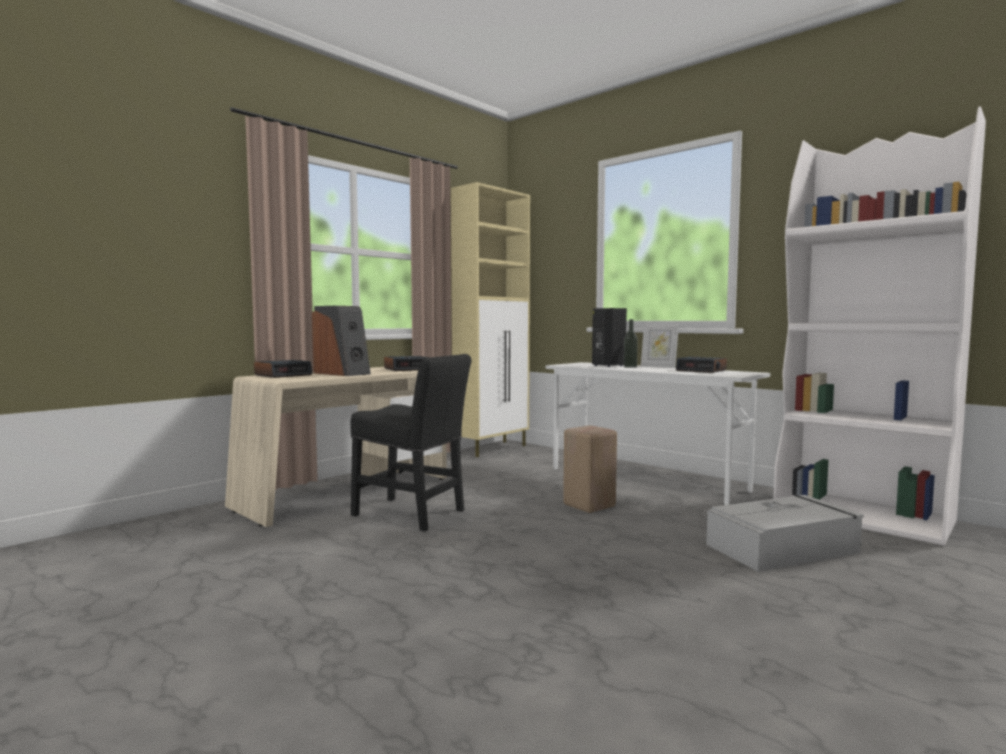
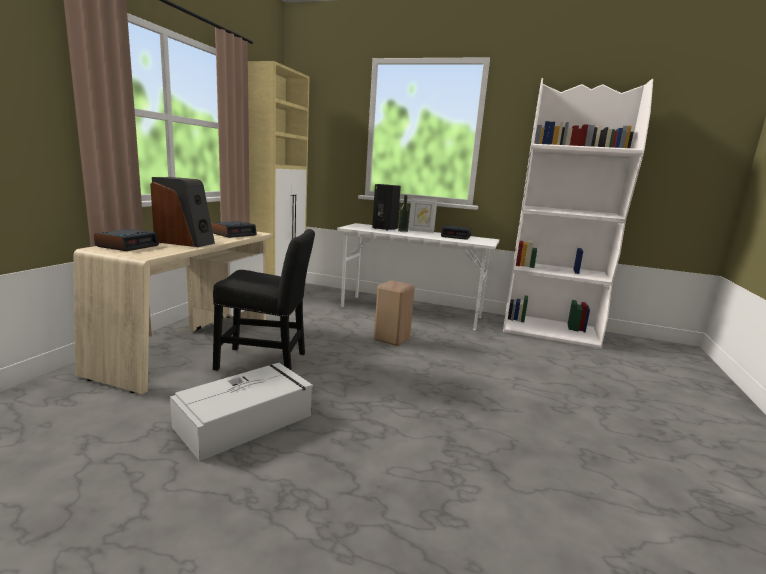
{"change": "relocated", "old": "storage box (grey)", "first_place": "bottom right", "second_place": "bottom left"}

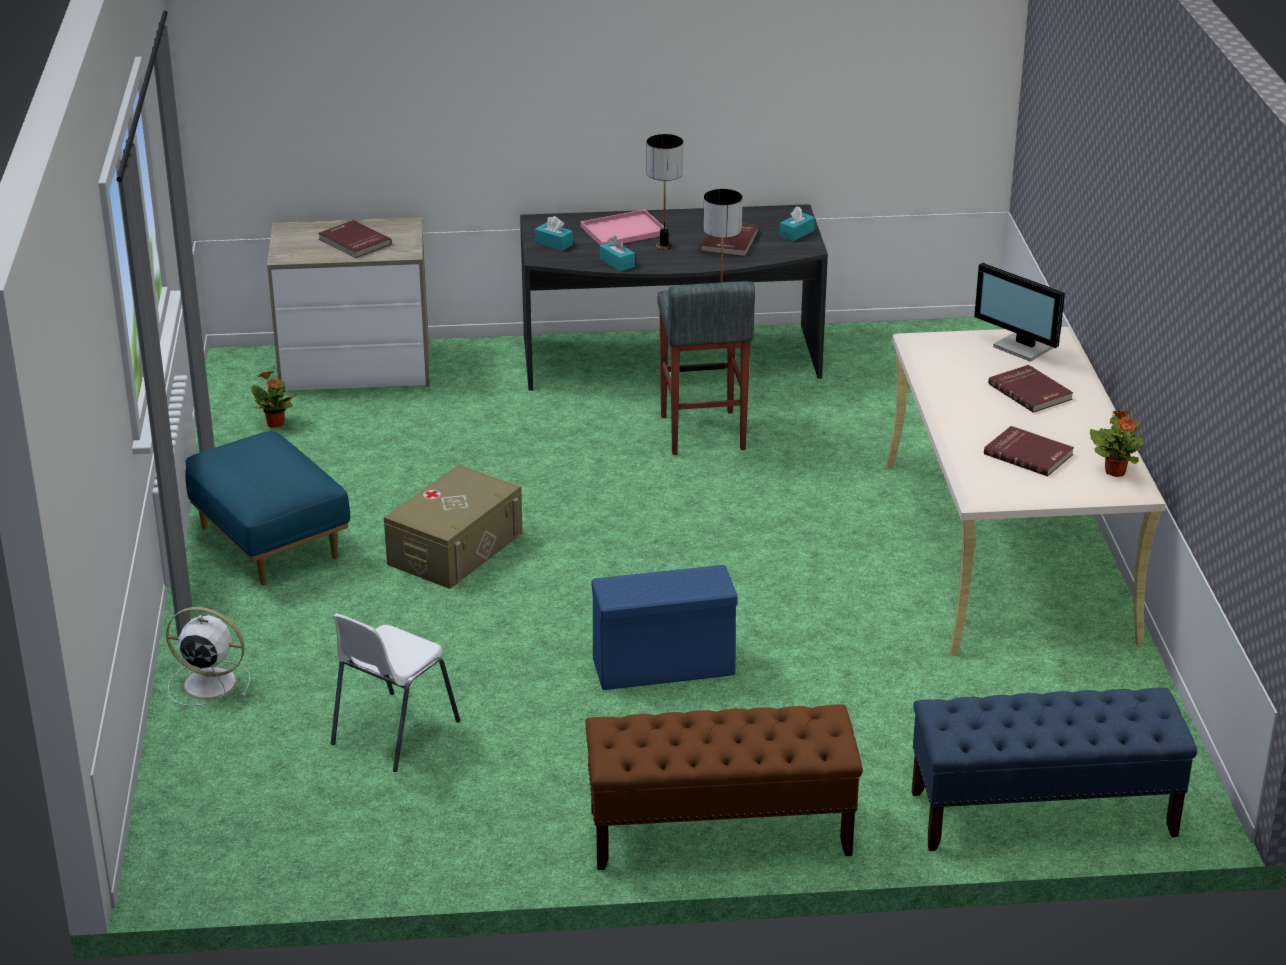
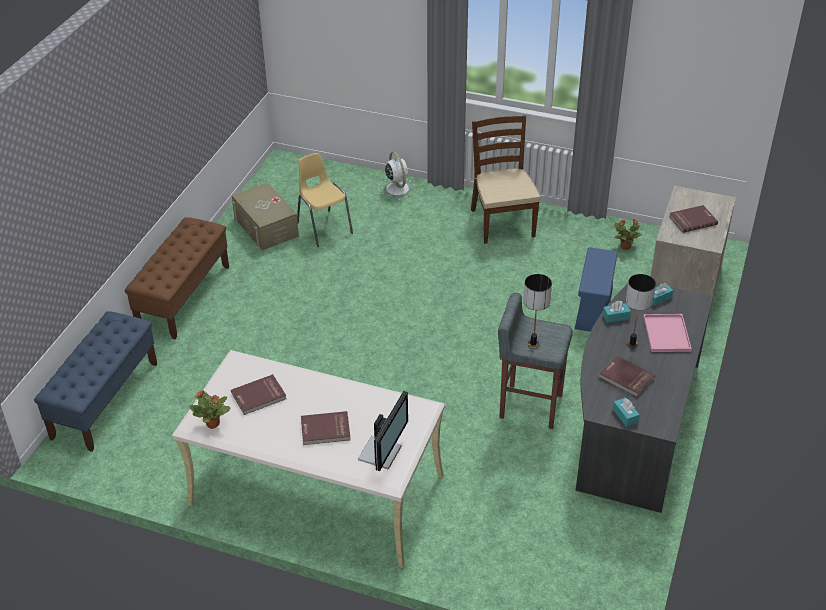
{"change": "spun", "old": "fan (white)", "first_place": "bottom left", "second_place": "top centre", "degrees": -60}
{"change": "exchanged", "old": "ottoman (blue)", "new": "chair (brown)", "first_place": "middle left", "second_place": "top centre"}
{"change": "colour", "old": "chair (white)", "new": "chair (yellow)", "first_place": "bottom left", "second_place": "top centre"}
{"change": "relocated", "old": "storage box (beige)", "first_place": "centre", "second_place": "middle left"}
{"change": "relocated", "old": "storage box (blue)", "first_place": "centre", "second_place": "middle right"}
{"change": "spun", "old": "monitor", "first_place": "top right", "second_place": "bottom centre", "degrees": 135}

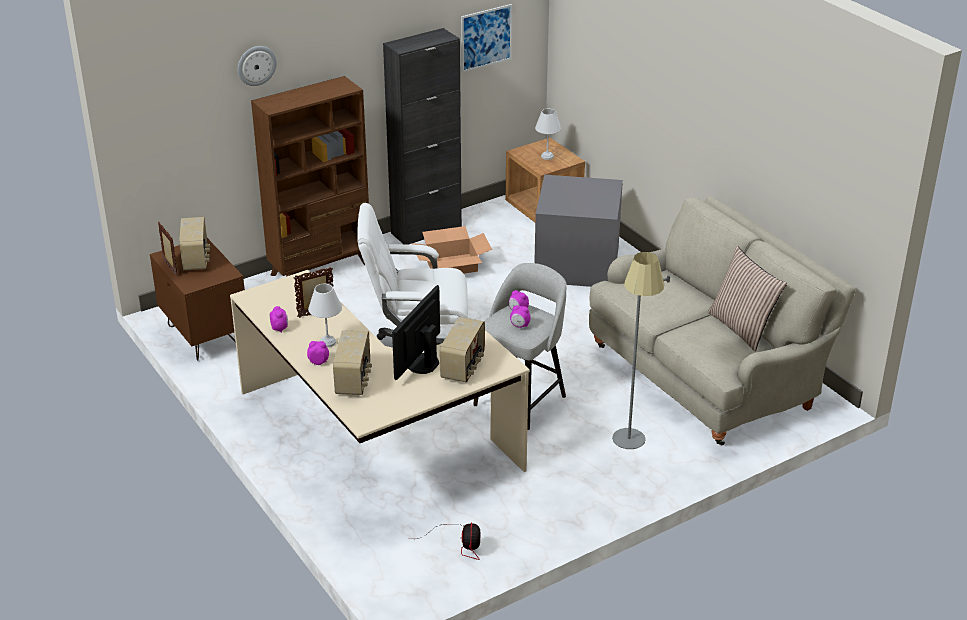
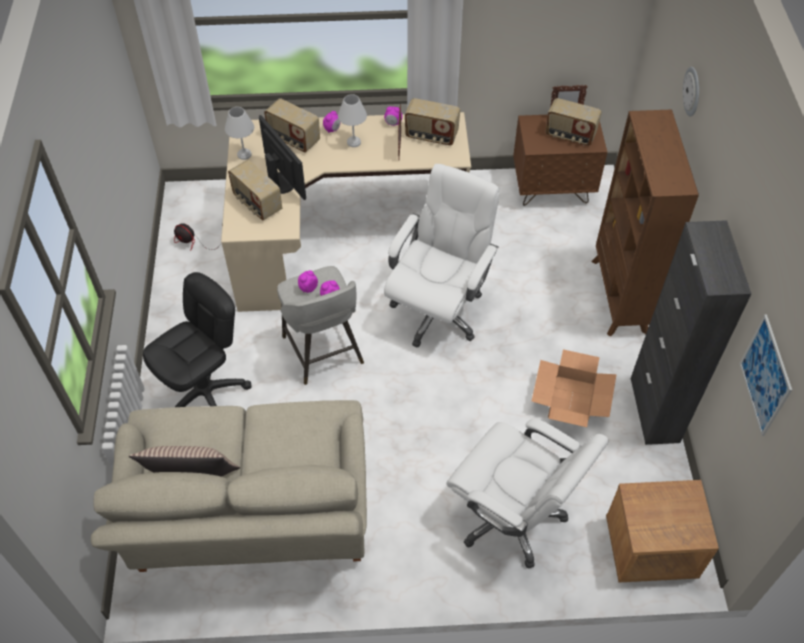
{"change": "exchanged", "old": "storage box (grey)", "new": "office chair (white) (no. 2 from left)", "first_place": "centre", "second_place": "bottom centre"}
{"change": "relocated", "old": "table lamp (white) (no. 2 from left in the first image)", "new": "table lamp (white) (no. 1 from left)", "first_place": "top centre", "second_place": "top left"}
{"change": "exchanged", "old": "floor lamp (grey)", "new": "office chair (black)", "first_place": "centre", "second_place": "middle left"}
{"change": "appeared", "new": "radio (no. 3 from left)", "second_place": "top centre"}

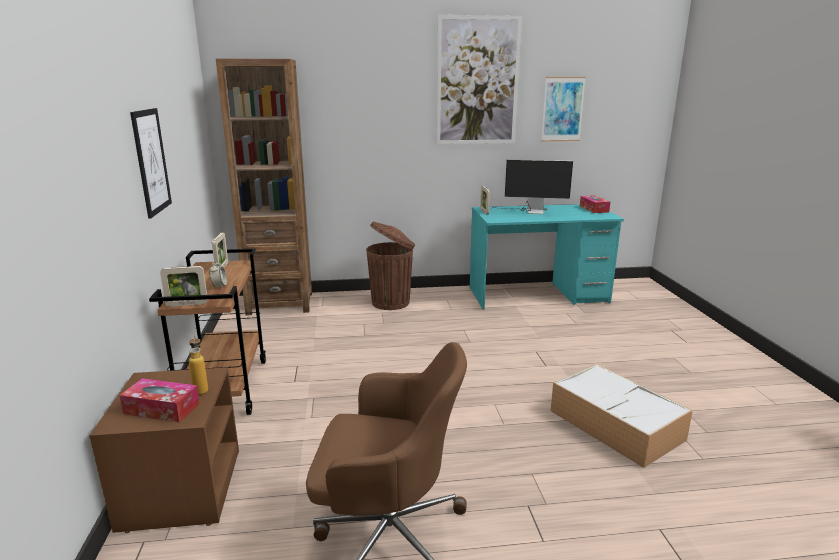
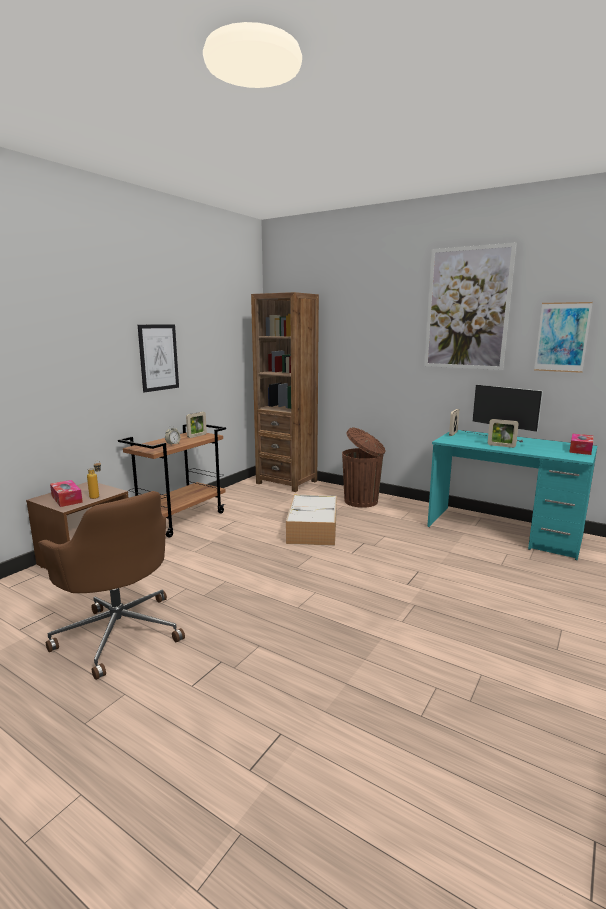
{"change": "relocated", "old": "picture frame (no. 1 from left in the first image)", "new": "picture frame (no. 3 from left)", "first_place": "middle left", "second_place": "middle right"}
{"change": "relocated", "old": "storage box", "first_place": "bottom right", "second_place": "centre"}

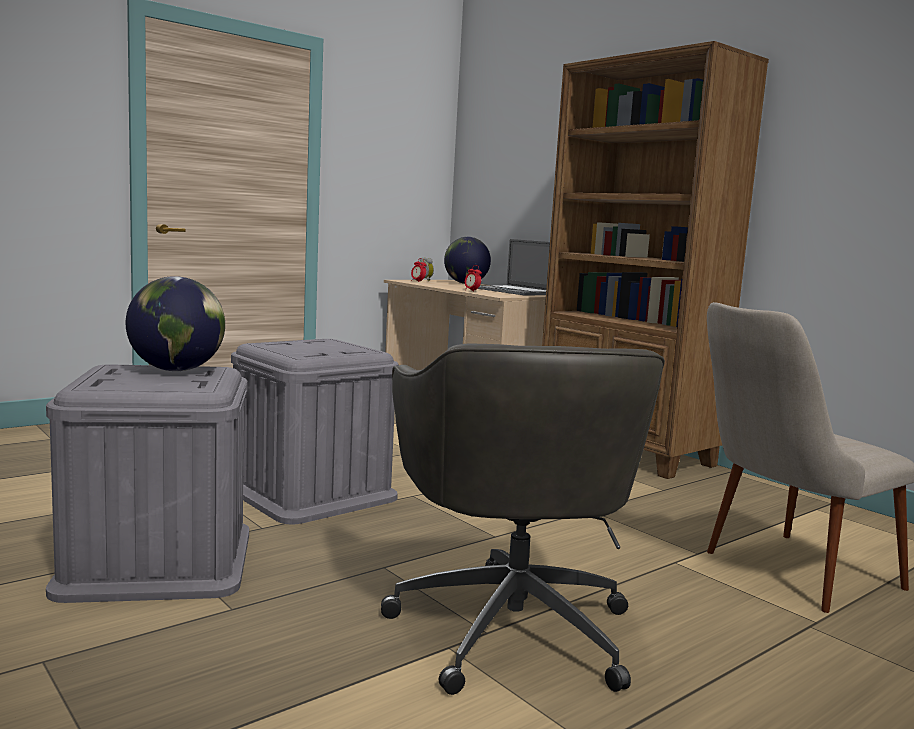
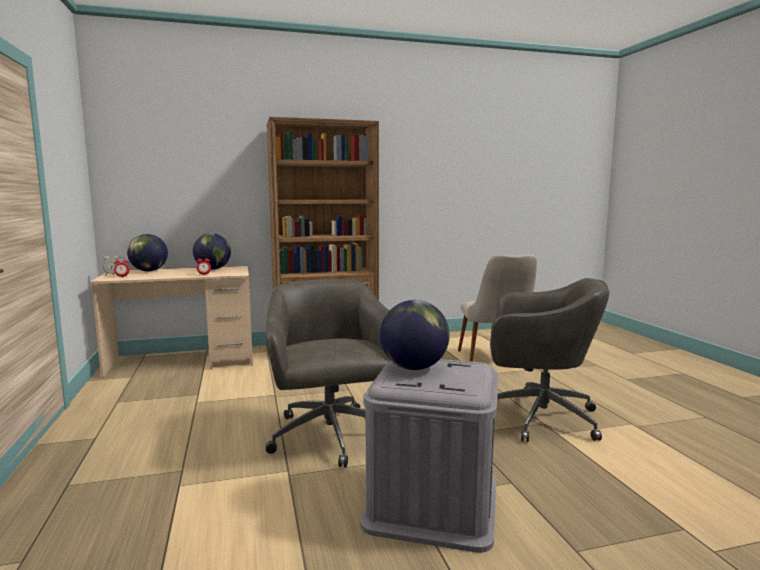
{"change": "exchanged", "old": "storage box (grey) (no. 2 from left)", "new": "office chair (grey) (no. 1 from left)", "first_place": "centre", "second_place": "centre"}
{"change": "exchanged", "old": "laptop", "new": "globe (no. 2 from left)", "first_place": "centre", "second_place": "middle left"}

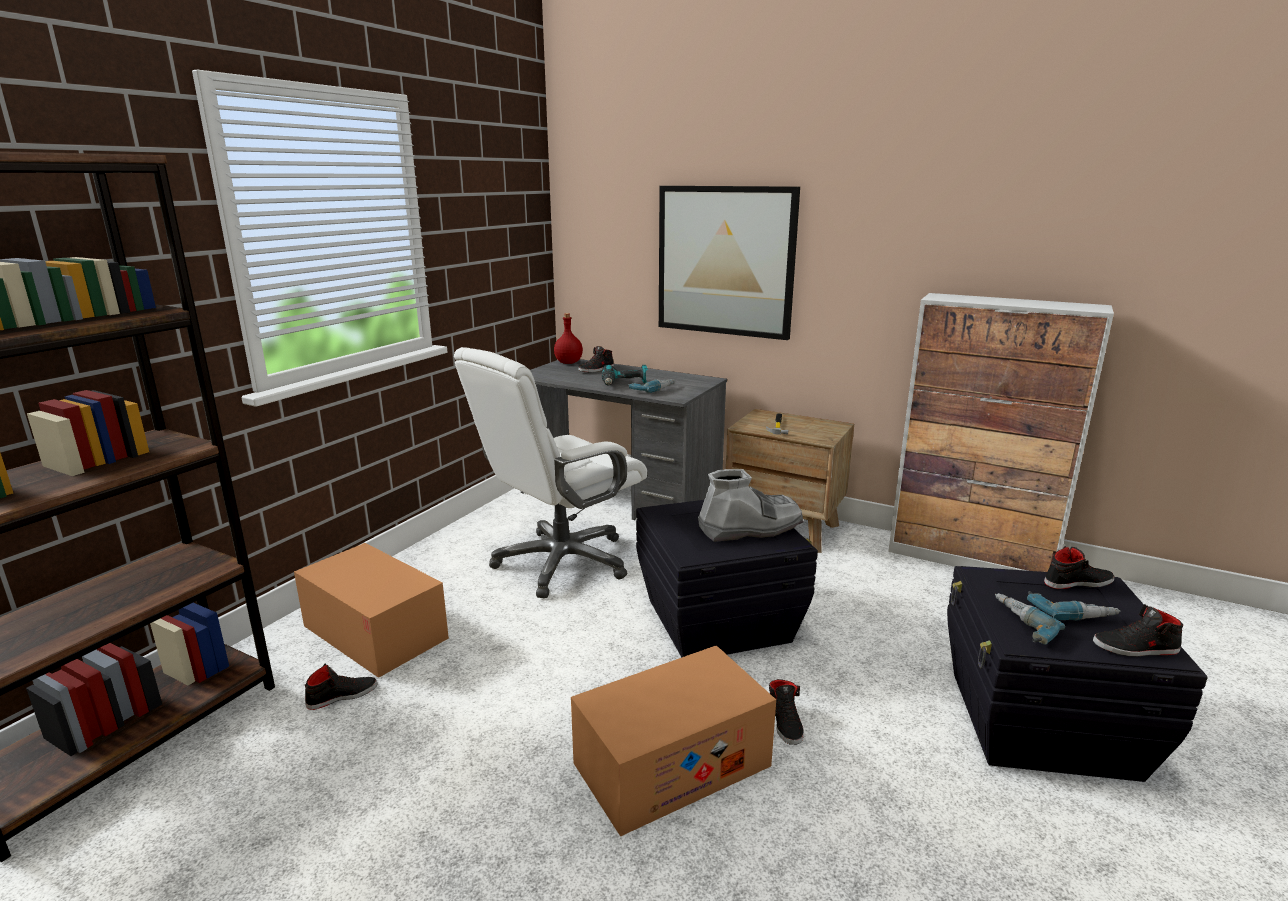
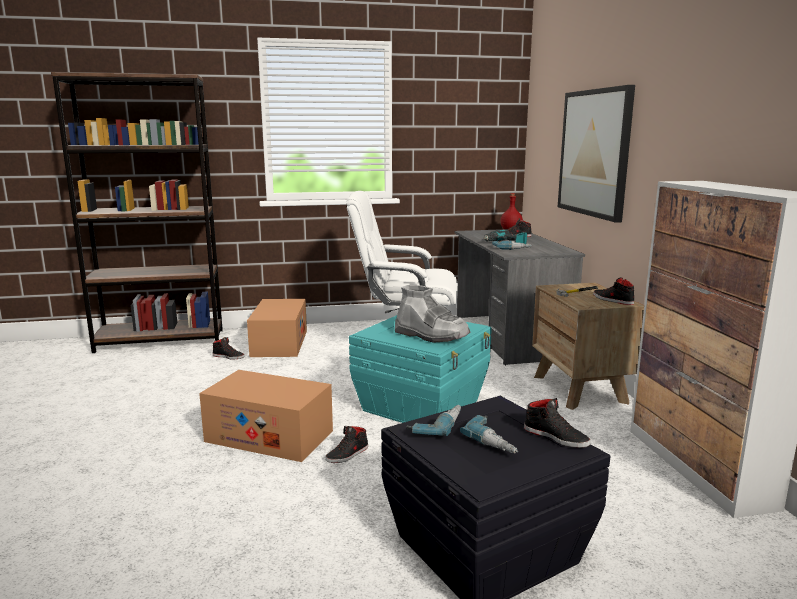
{"change": "colour", "old": "storage box (black) (no. 1 from left)", "new": "storage box (turquoise)", "first_place": "centre", "second_place": "centre"}
{"change": "relocated", "old": "shoe (black) (no. 5 from left)", "first_place": "bottom right", "second_place": "middle right"}

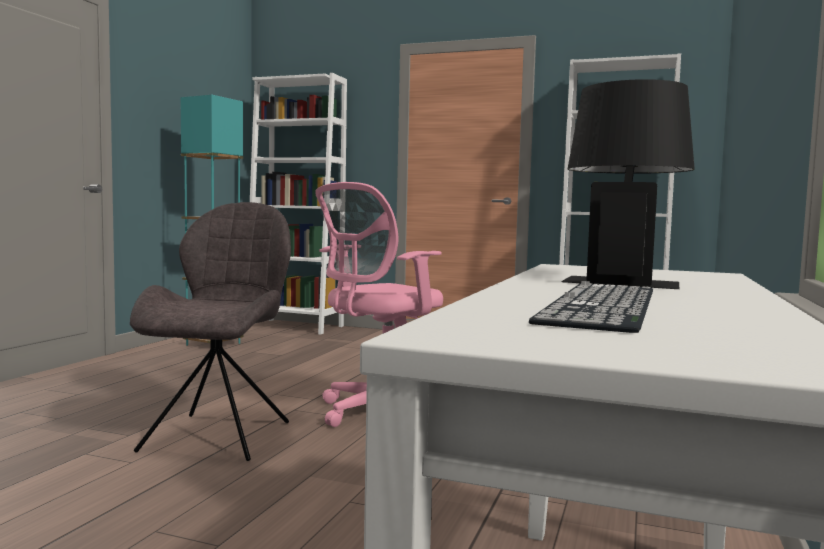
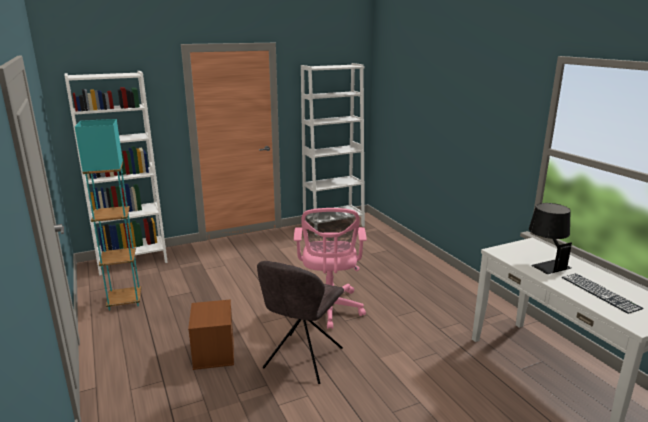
{"change": "spun", "old": "chair (grey)", "first_place": "middle left", "second_place": "bottom centre", "degrees": -120}
{"change": "appeared", "new": "storage box (brown)", "second_place": "bottom left"}

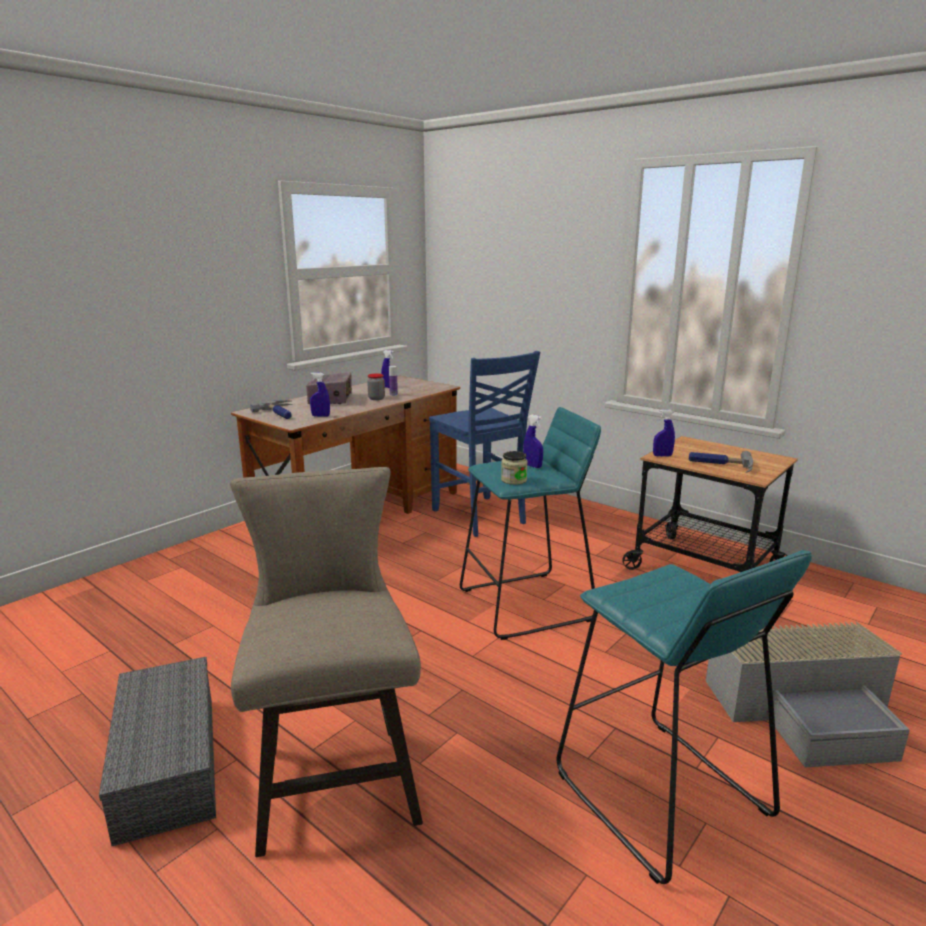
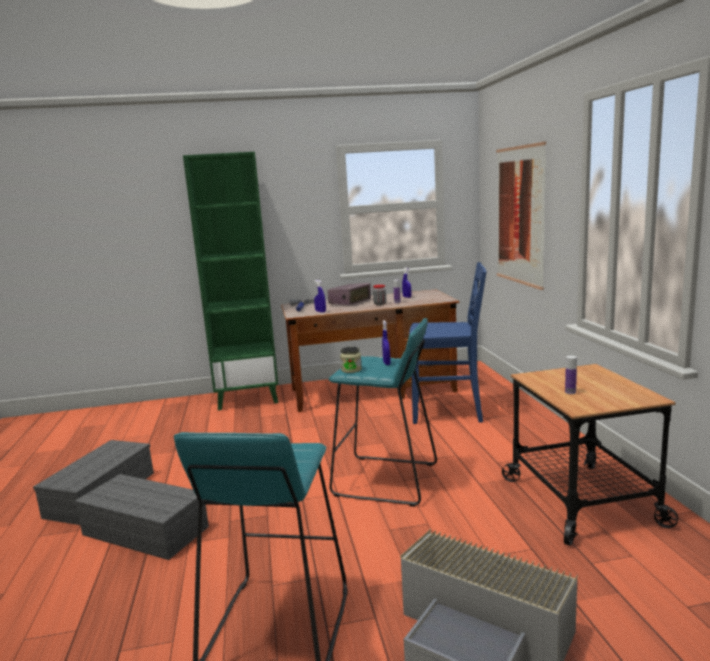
{"change": "exchanged", "old": "stool (beige)", "new": "storage box (grey) (no. 2 from left)", "first_place": "bottom centre", "second_place": "bottom left"}
{"change": "spun", "old": "chair (blue)", "first_place": "centre", "second_place": "centre", "degrees": -90}
{"change": "missing", "old": "spray bottle (blue) (no. 4 from left)", "first_place": "middle right"}
{"change": "exchanged", "old": "hammer (no. 2 from left)", "new": "bottle (no. 2 from left)", "first_place": "middle right", "second_place": "middle right"}
{"change": "appeared", "new": "bookcase (green)", "second_place": "middle left"}
{"change": "appeared", "new": "picture", "second_place": "top right"}

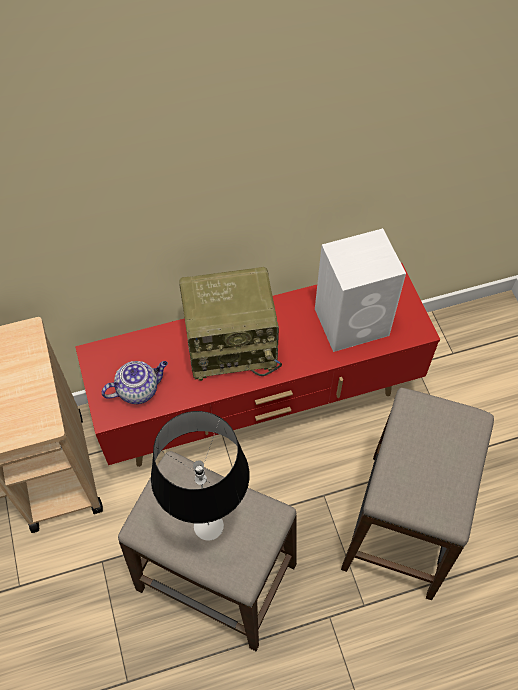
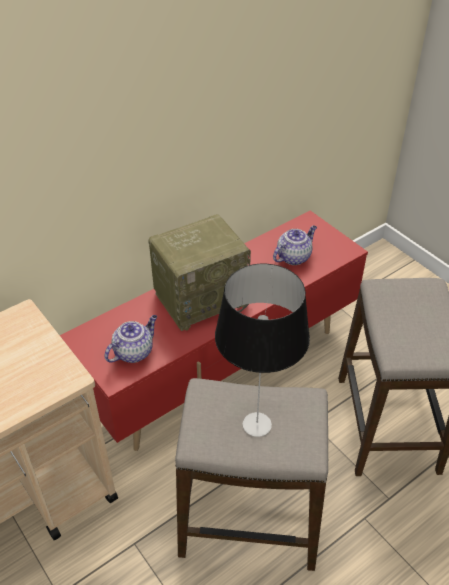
{"change": "exchanged", "old": "speaker (white)", "new": "teapot (no. 2 from left)", "first_place": "middle right", "second_place": "centre"}

